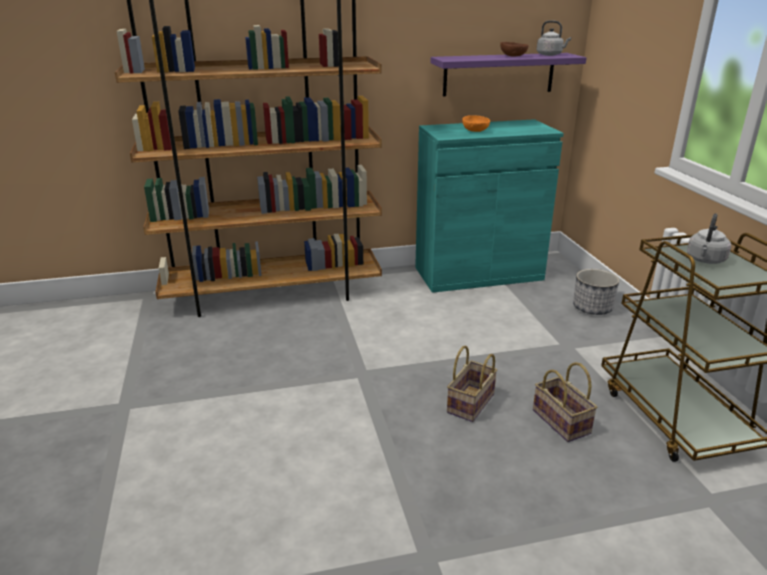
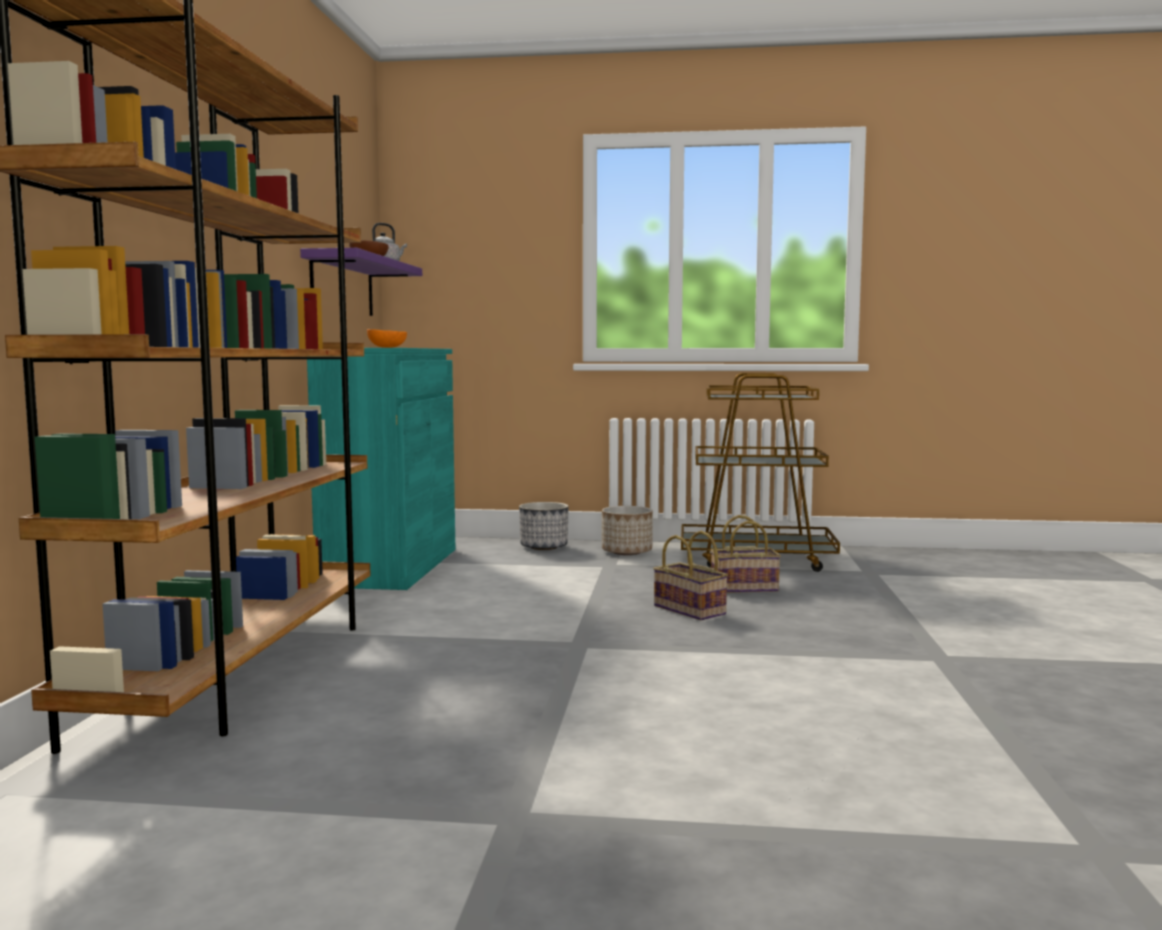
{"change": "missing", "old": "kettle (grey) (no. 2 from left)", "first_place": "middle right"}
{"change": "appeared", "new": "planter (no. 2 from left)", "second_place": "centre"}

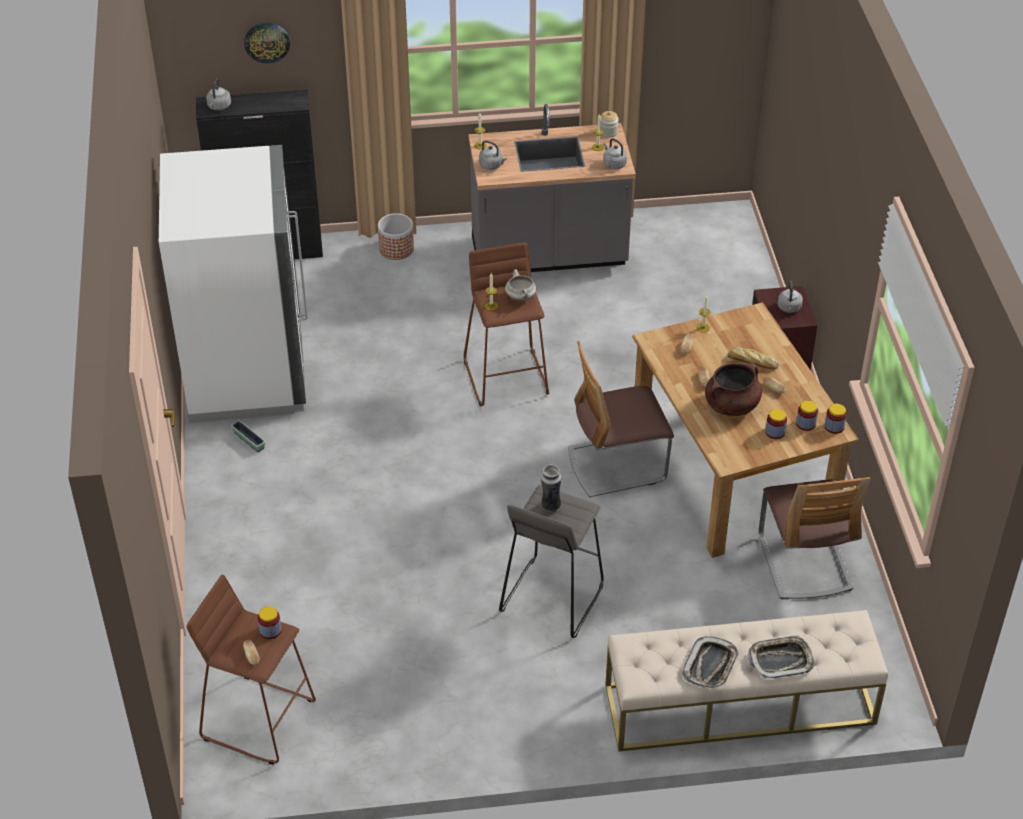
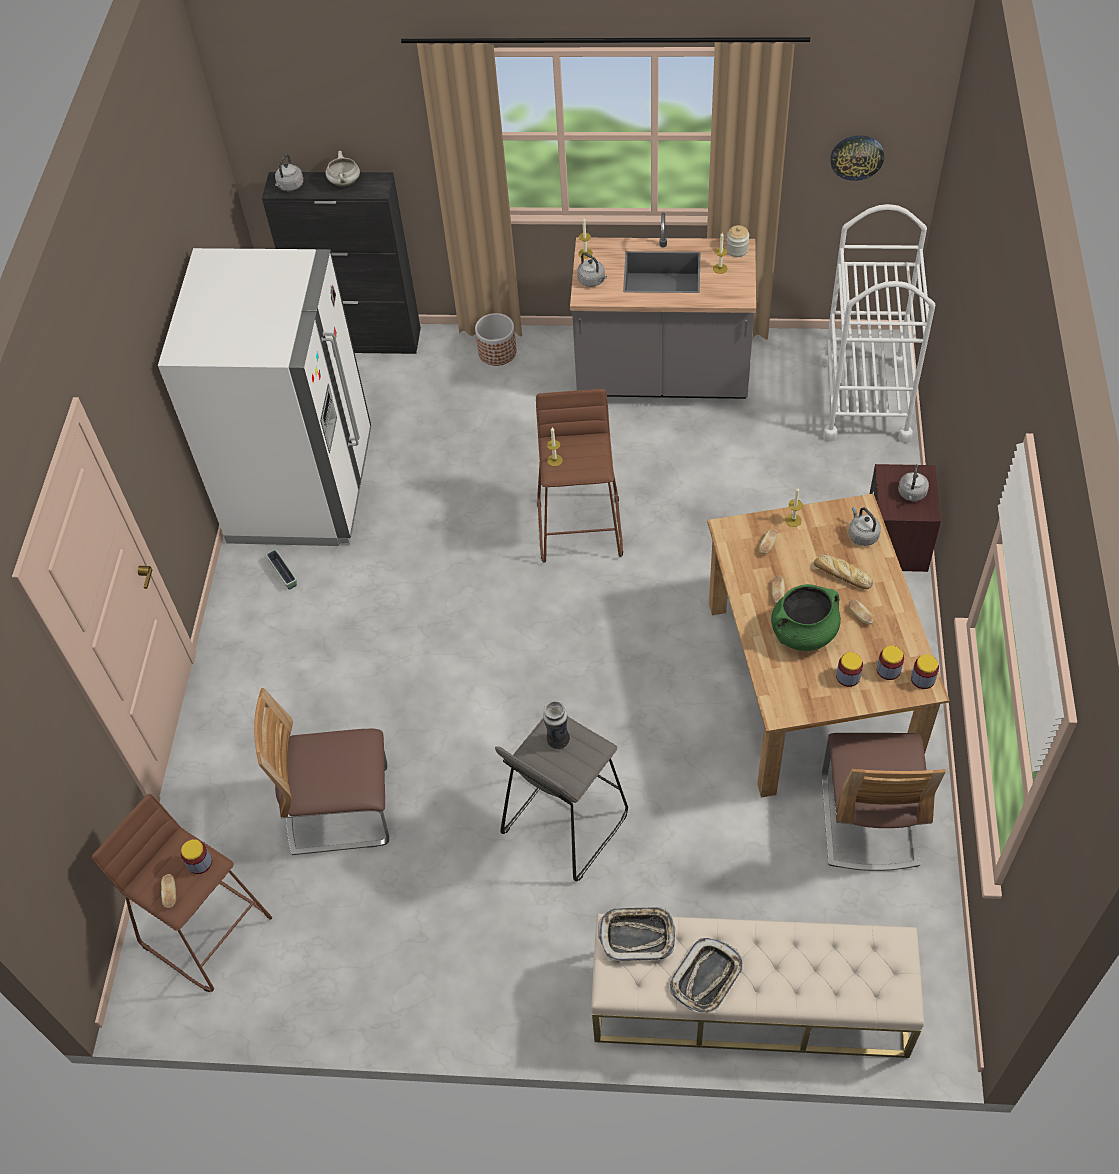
{"change": "relocated", "old": "wall clock", "first_place": "top left", "second_place": "top right"}
{"change": "relocated", "old": "cooking pot (white)", "first_place": "centre", "second_place": "top left"}
{"change": "relocated", "old": "chair (no. 1 from left)", "first_place": "centre", "second_place": "middle left"}
{"change": "relocated", "old": "kettle (grey) (no. 3 from left)", "first_place": "top centre", "second_place": "middle right"}
{"change": "colour", "old": "cooking pot (brown)", "new": "cooking pot (green)", "first_place": "middle right", "second_place": "middle right"}
{"change": "relocated", "old": "tray (no. 2 from left in the first image)", "new": "tray (no. 1 from left)", "first_place": "bottom right", "second_place": "bottom centre"}
{"change": "appeared", "new": "cart (white)", "second_place": "top right"}

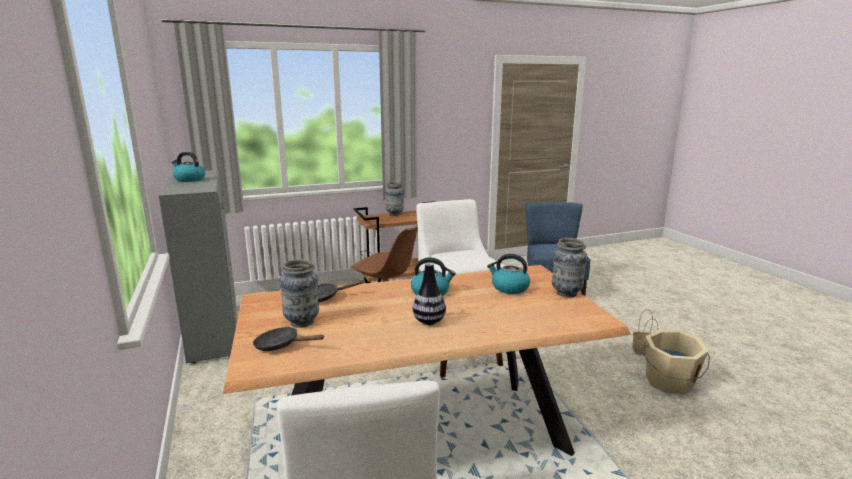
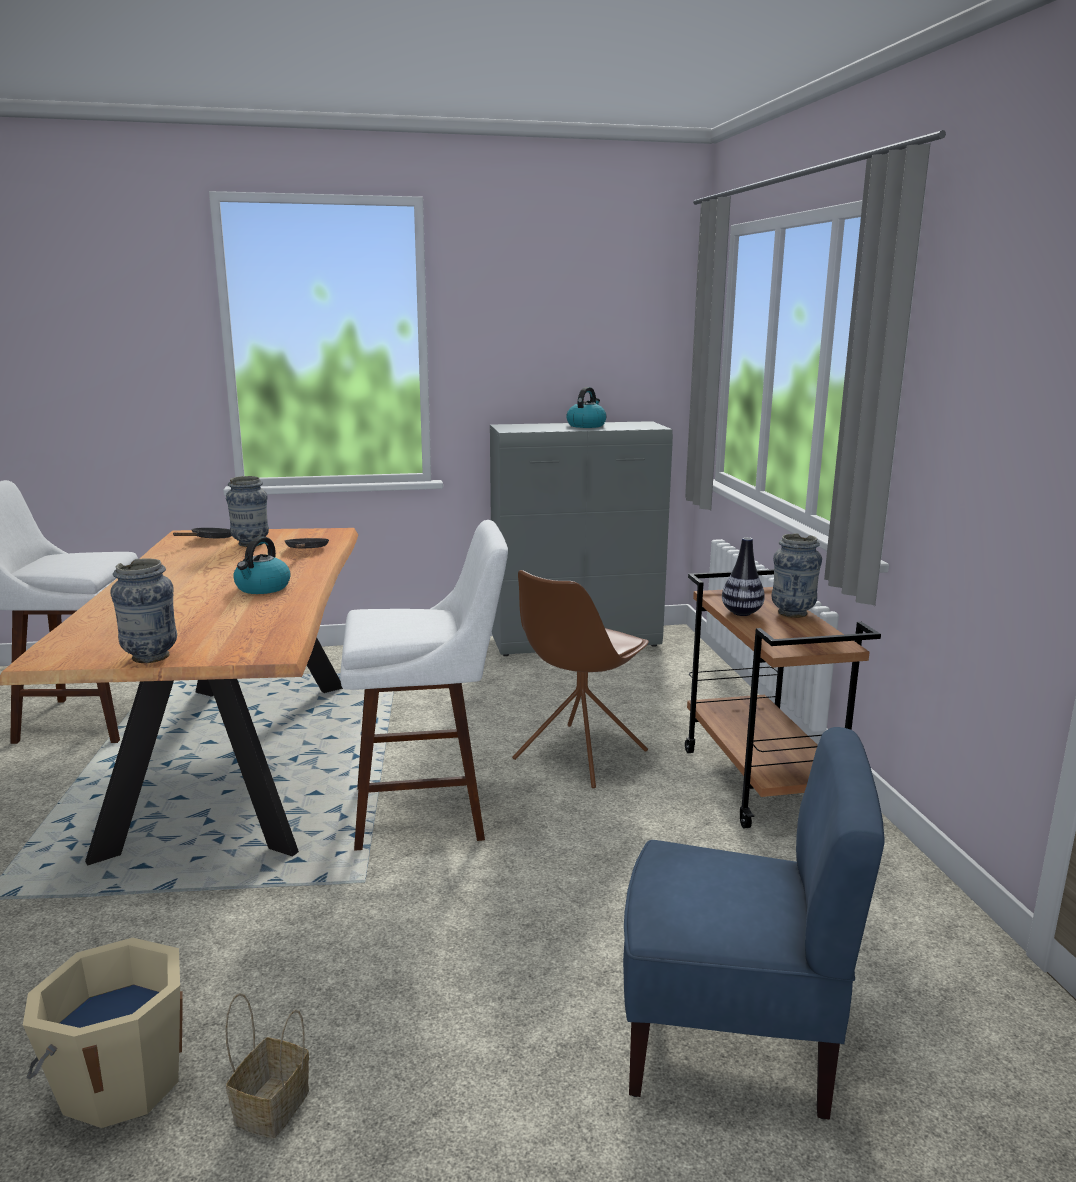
{"change": "relocated", "old": "vase (no. 3 from left)", "first_place": "centre", "second_place": "middle right"}
{"change": "missing", "old": "kettle (no. 3 from left)", "first_place": "centre"}

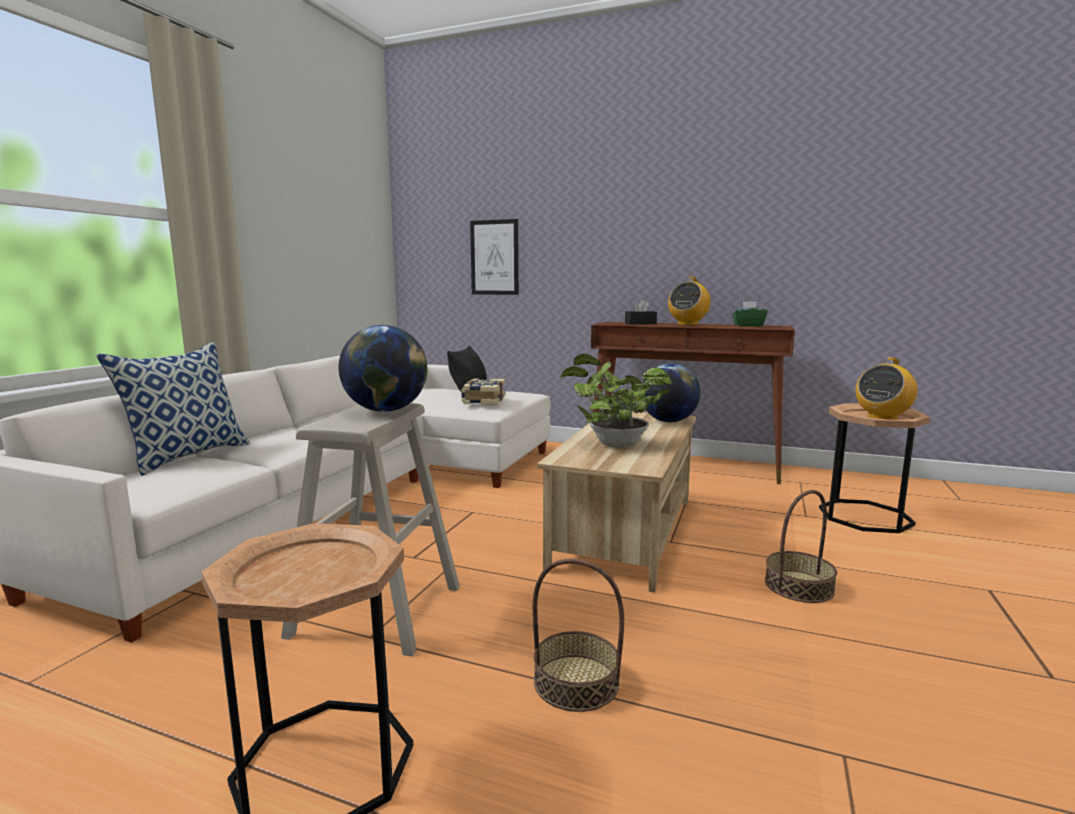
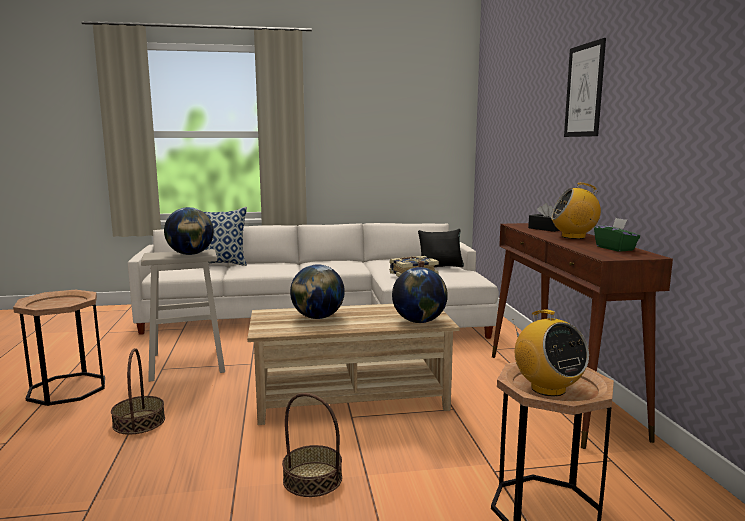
{"change": "relocated", "old": "picture", "first_place": "top centre", "second_place": "top right"}
{"change": "exchanged", "old": "potted plant", "new": "globe (no. 2 from left)", "first_place": "centre", "second_place": "centre"}
{"change": "spun", "old": "radio (no. 2 from left in the first image)", "first_place": "middle right", "second_place": "bottom right", "degrees": -135}

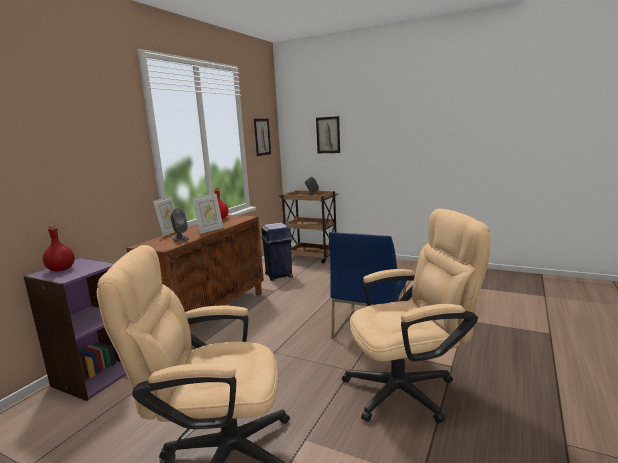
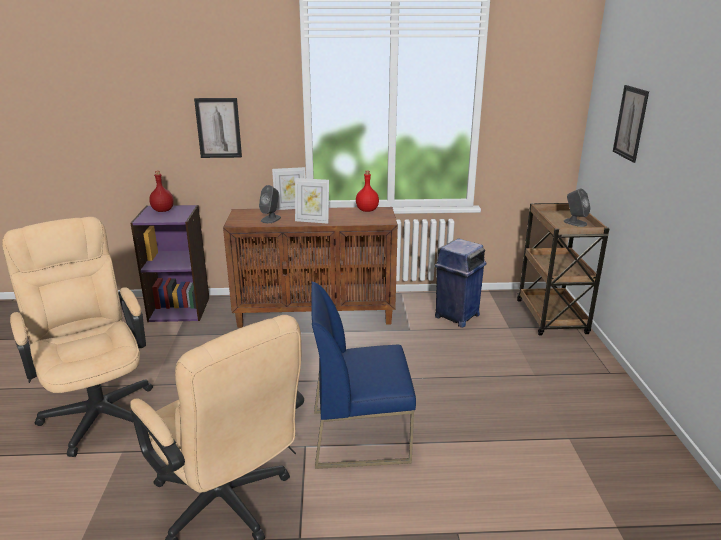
{"change": "relocated", "old": "picture (no. 1 from left)", "first_place": "top centre", "second_place": "top left"}

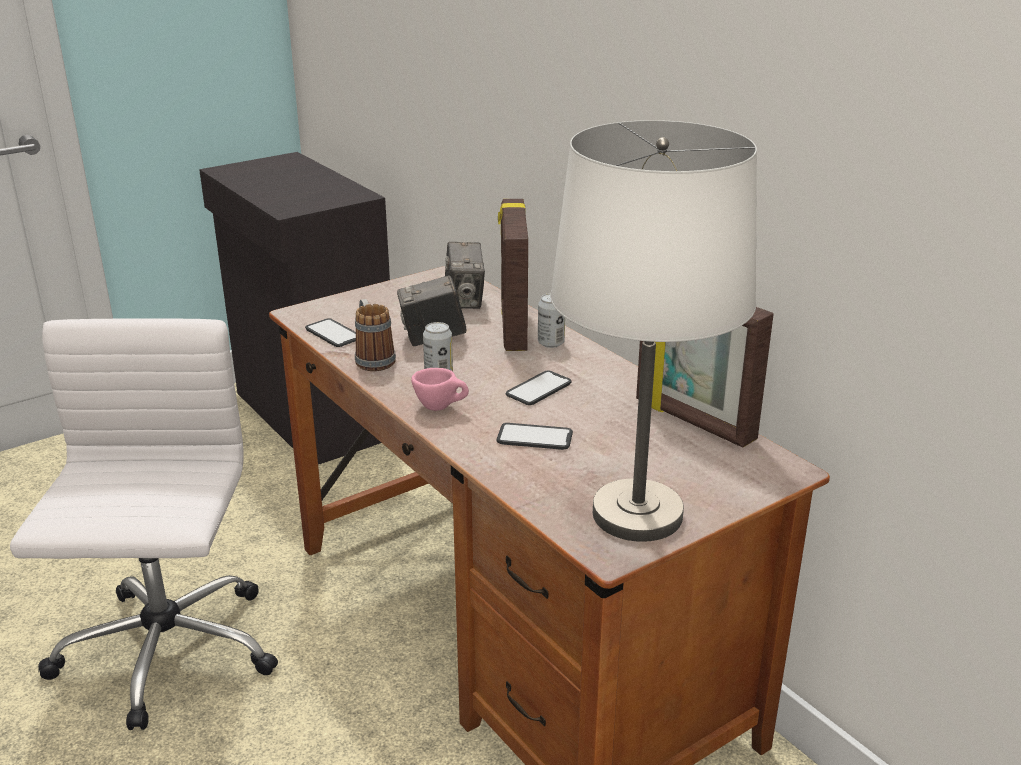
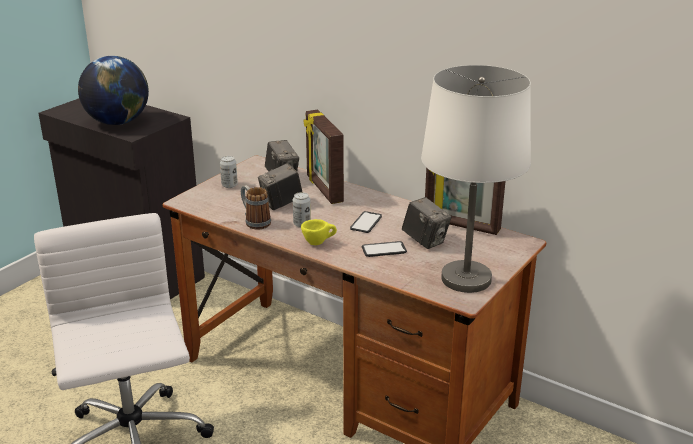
{"change": "missing", "old": "phone (no. 1 from left)", "first_place": "middle left"}
{"change": "colour", "old": "cup (pink)", "new": "cup (yellow)", "first_place": "centre", "second_place": "centre"}
{"change": "relocated", "old": "can (no. 2 from left in the first image)", "new": "can (no. 1 from left)", "first_place": "centre", "second_place": "middle left"}
{"change": "appeared", "new": "globe", "second_place": "top left"}
{"change": "appeared", "new": "photo camera (no. 3 from left)", "second_place": "centre"}

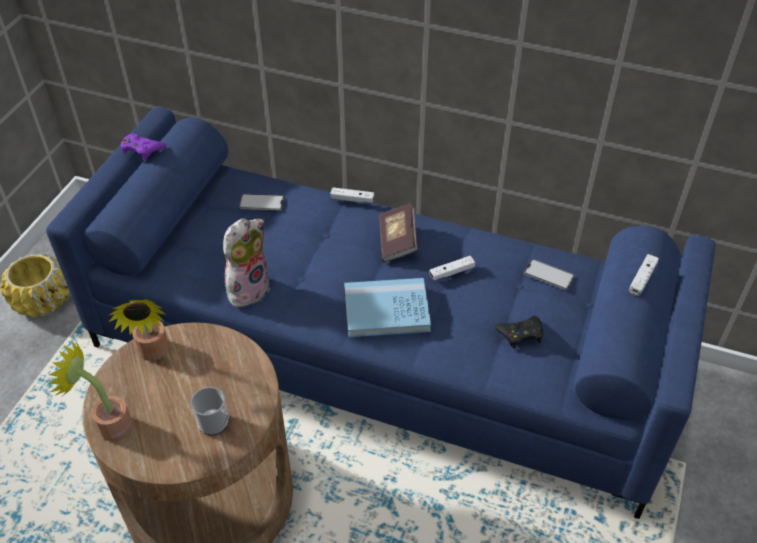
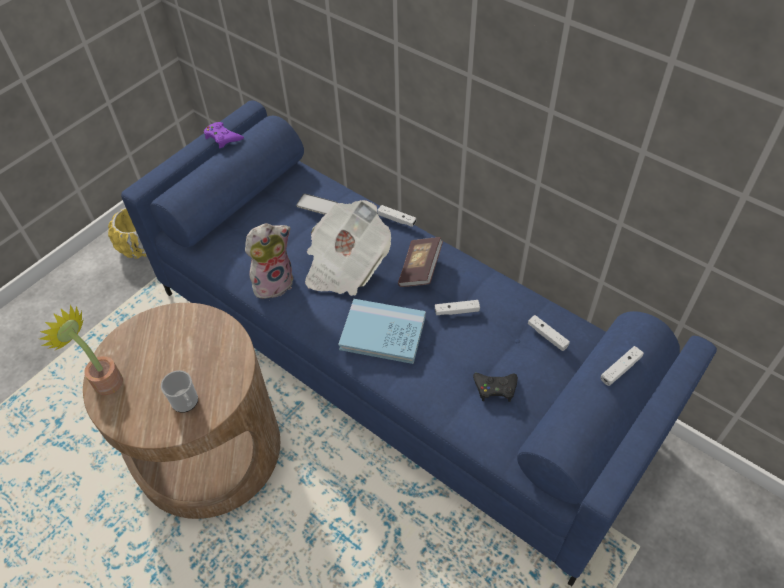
{"change": "missing", "old": "potted plant (no. 2 from left)", "first_place": "middle left"}
{"change": "exchanged", "old": "phone (no. 2 from left)", "new": "game controller (white) (no. 3 from left)", "first_place": "middle right", "second_place": "middle right"}
{"change": "appeared", "new": "newspaper", "second_place": "centre"}

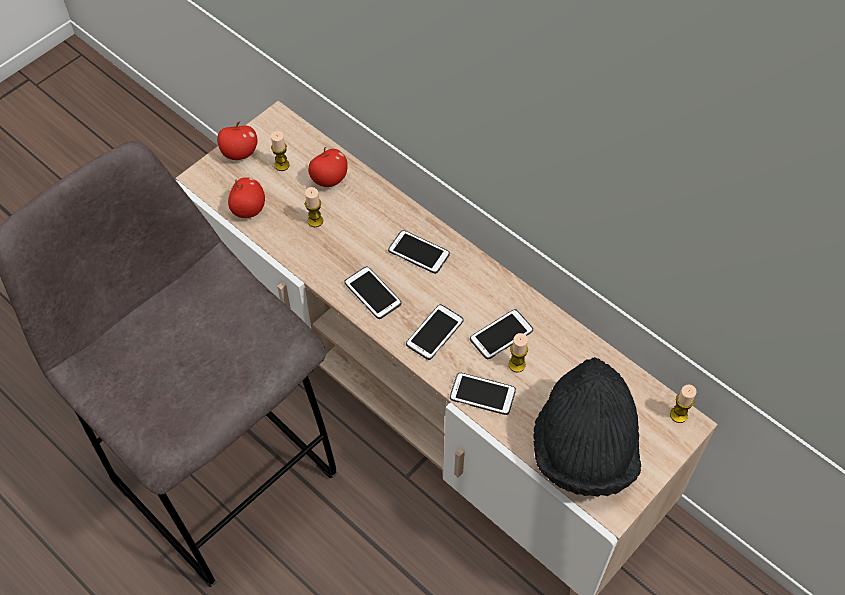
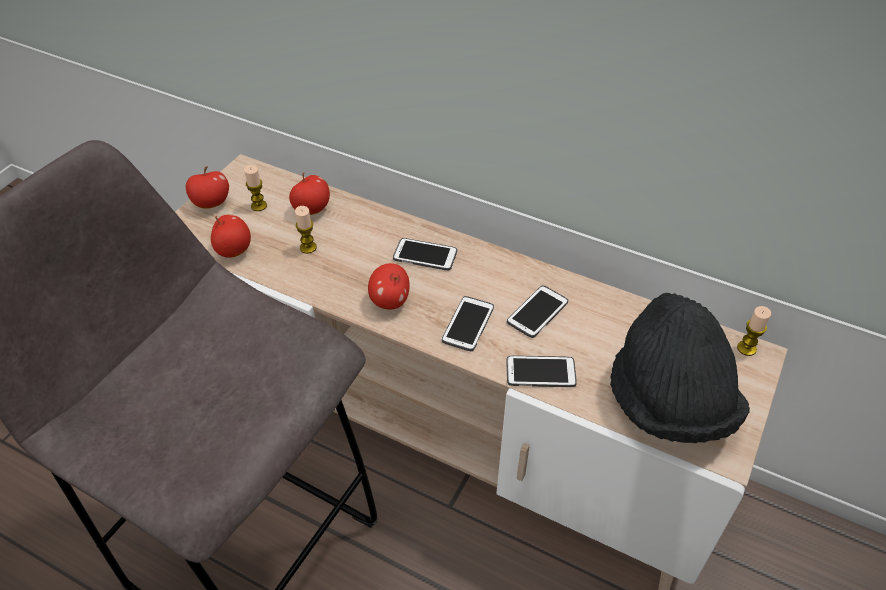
{"change": "exchanged", "old": "phone (no. 1 from left)", "new": "apple (no. 4 from left)", "first_place": "centre", "second_place": "centre"}
{"change": "missing", "old": "candle (no. 3 from left)", "first_place": "centre"}

